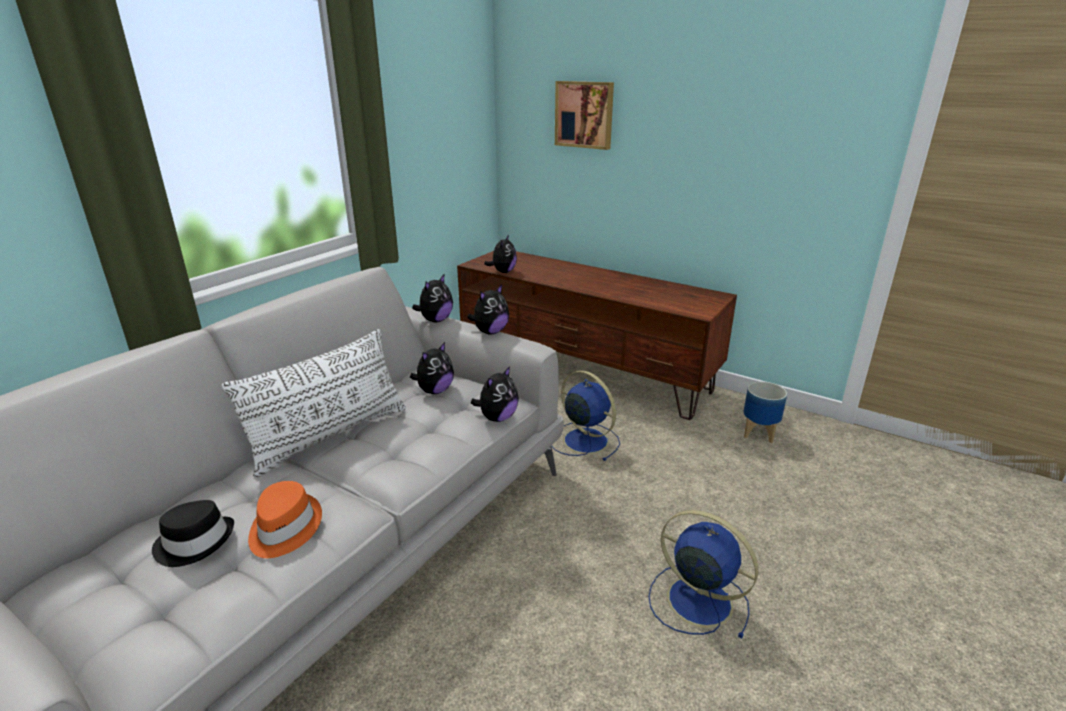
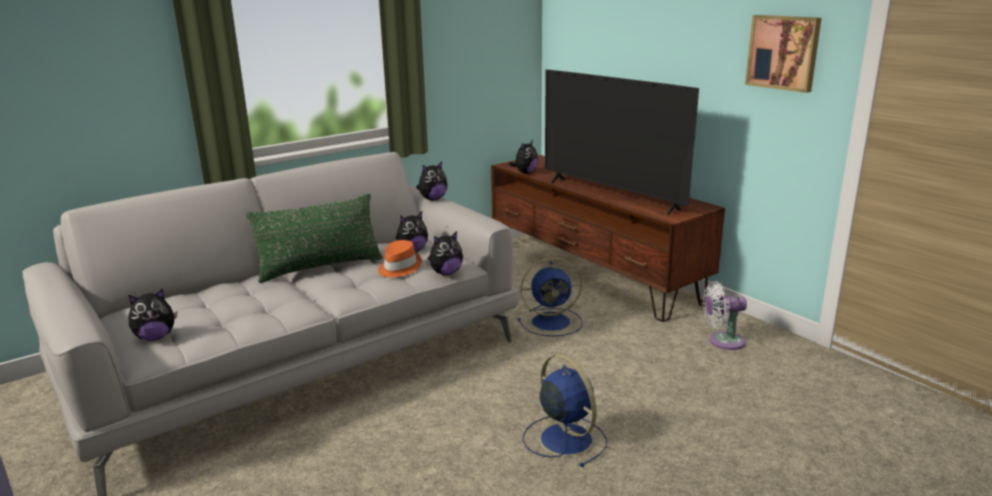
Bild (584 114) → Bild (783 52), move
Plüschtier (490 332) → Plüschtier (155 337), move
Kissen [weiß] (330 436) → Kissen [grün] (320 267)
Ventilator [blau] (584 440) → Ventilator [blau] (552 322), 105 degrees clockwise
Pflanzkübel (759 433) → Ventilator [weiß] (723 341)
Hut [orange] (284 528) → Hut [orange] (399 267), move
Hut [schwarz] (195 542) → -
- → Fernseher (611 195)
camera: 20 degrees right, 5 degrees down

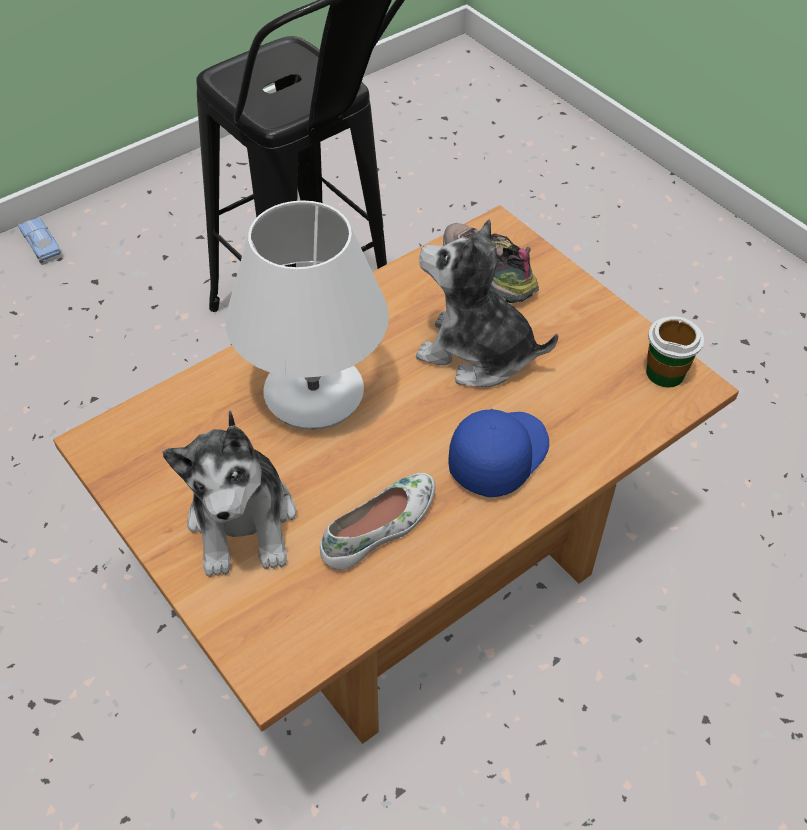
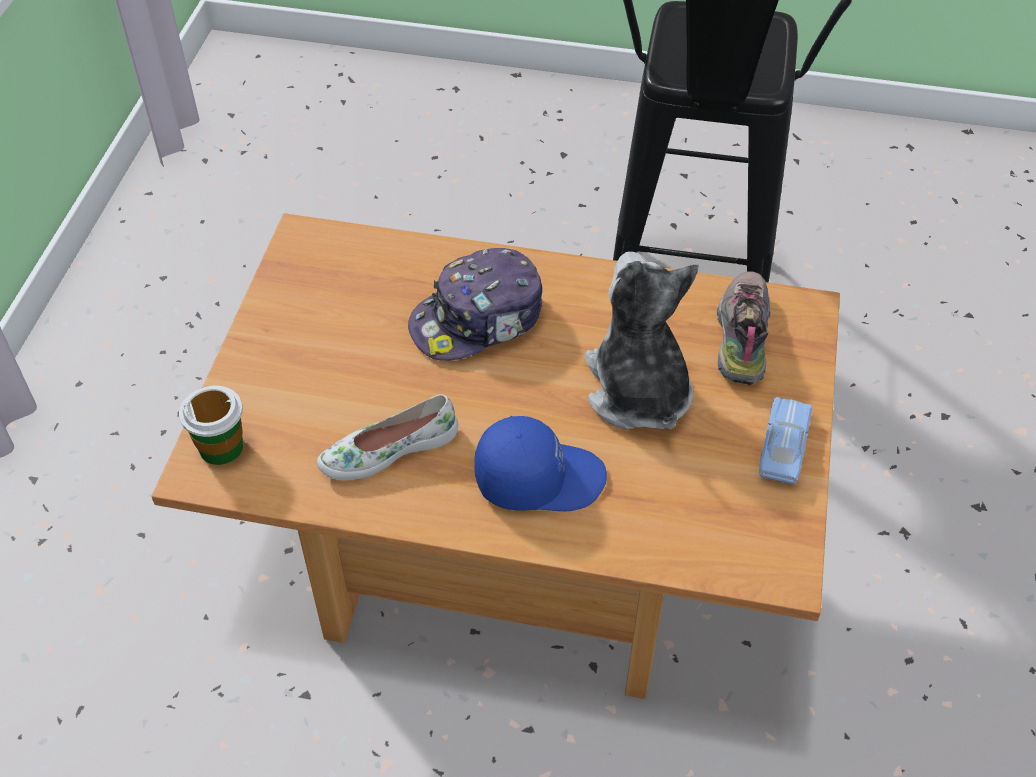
Tischlampe [weiß] (315 393) → Kappe (478 320)
Spielzeugauto [blau] (41 244) → Spielzeugauto [blau] (783 447), move
Tasse (665 372) → Tasse (221 447), move
Plüschtier (243 521) → -
Schuh [weiß] (381 527) → Schuh [weiß] (388 449), 150 degrees clockwise
camera: 50 degrees right, 0 degrees up

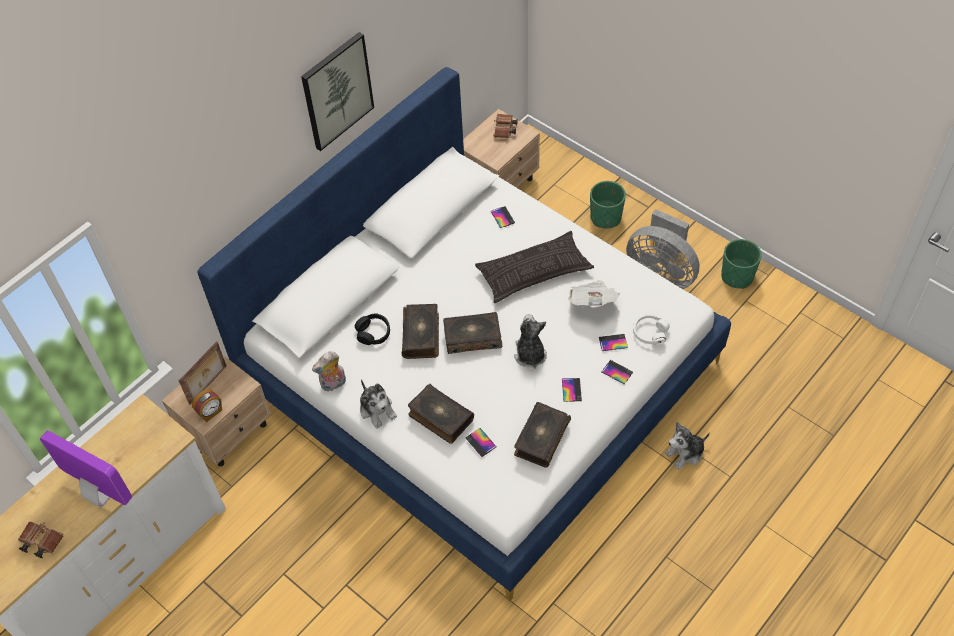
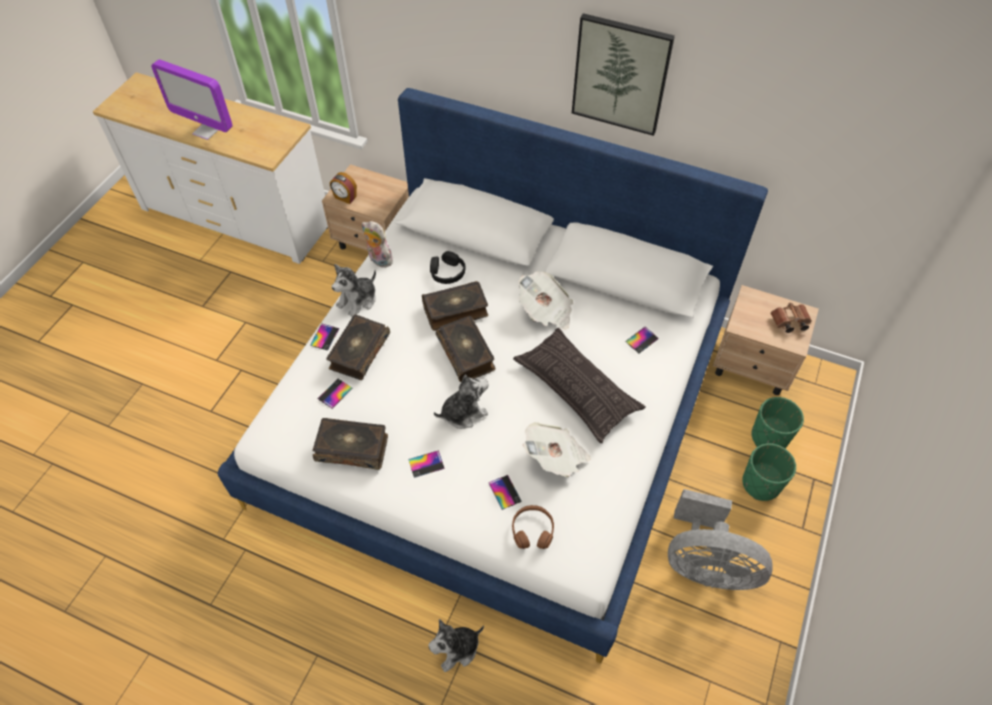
Ventilator [grau] (661 273) → Ventilator [grau] (706 565), 90 degrees counterclockwise
Pflanzkübel [grün] (737 276) → Pflanzkübel [grün] (769 437), move
Kopfhörer [weiß] (650 333) → Kopfhörer [braun] (532 530)
Bilderrahmen (208 385) → -
Handy (617 372) → Handy (324 337), move
Plüschtier (685 453) → Plüschtier (456 649), 75 degrees counterclockwise
Monitor (100 494) → Monitor (206 131), 105 degrees clockwise
Fernglas [braun] (40 542) → -
- → Zeitung (546 311)
camera: 70 degrees right, 0 degrees up

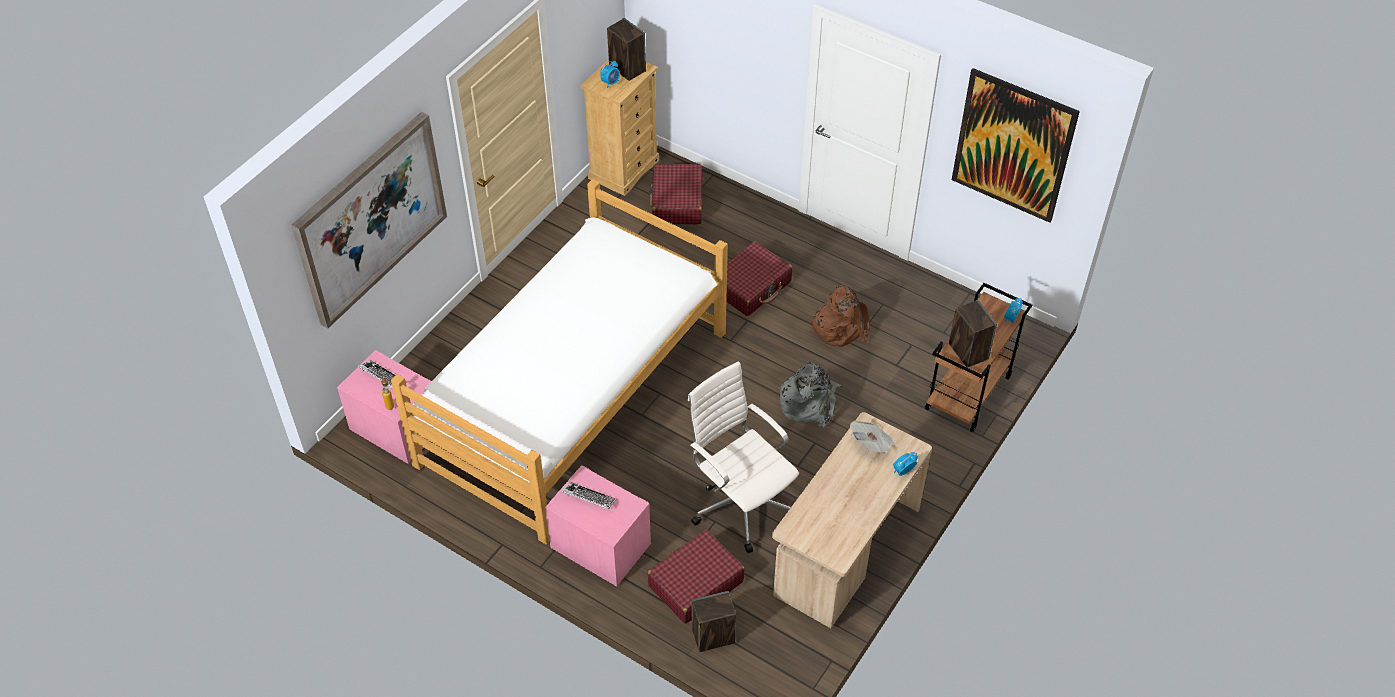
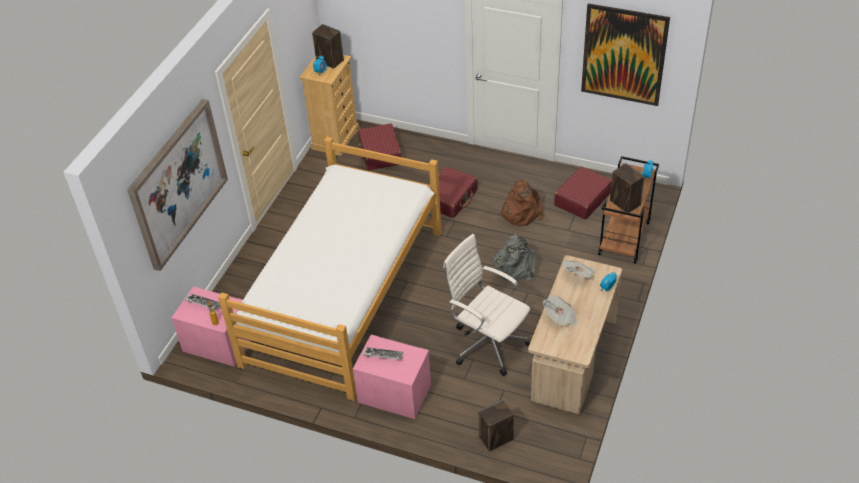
Koffer [rot] (695 583) → Koffer [rot] (582 199), move
- → Zeitung (560 318)
camera: 10 degrees left, 5 degrees down

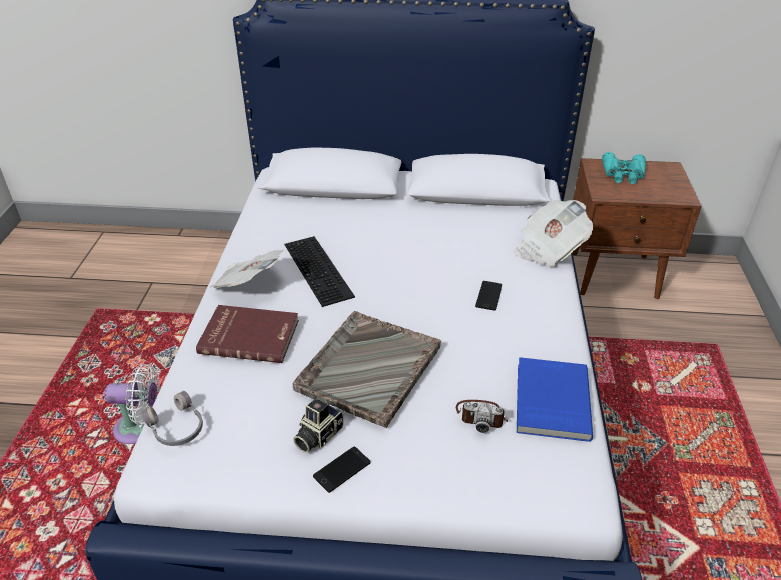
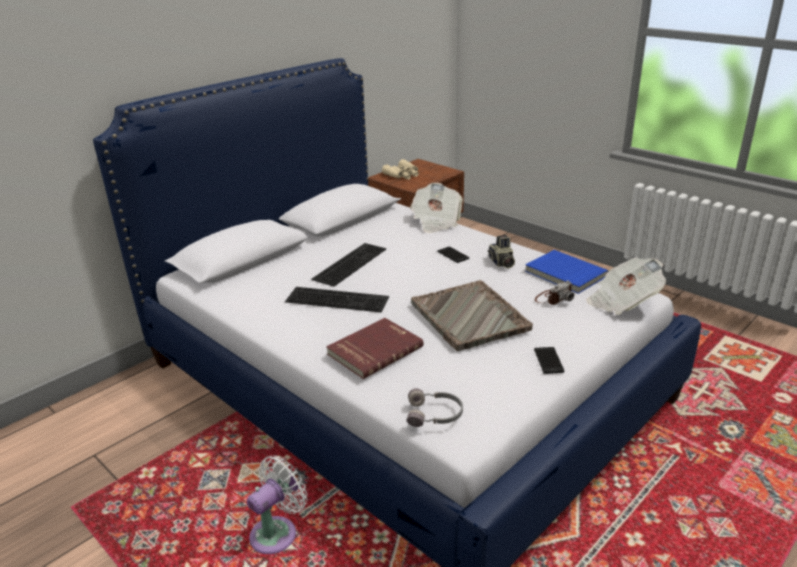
Fernglas [türkis] (623 174) → Fernglas [beige] (403 174)
Zeitung (249 284) → Zeitung (622 302), move
Kamera (317 436) → Kamera (501 263), move
- → Tastatur (349 263)
camera: 50 degrees left, 10 degrees down

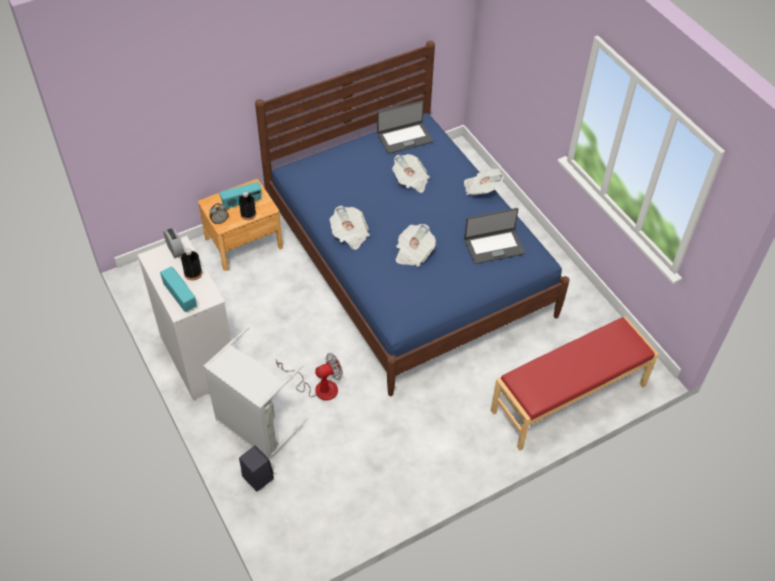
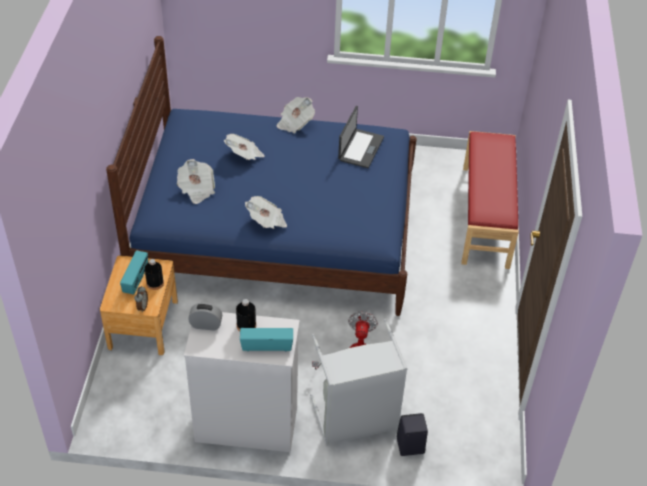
Laptop (404 138) → -
Zeitung (413 253) → Zeitung (196 189), move
camera: 55 degrees left, 5 degrees down

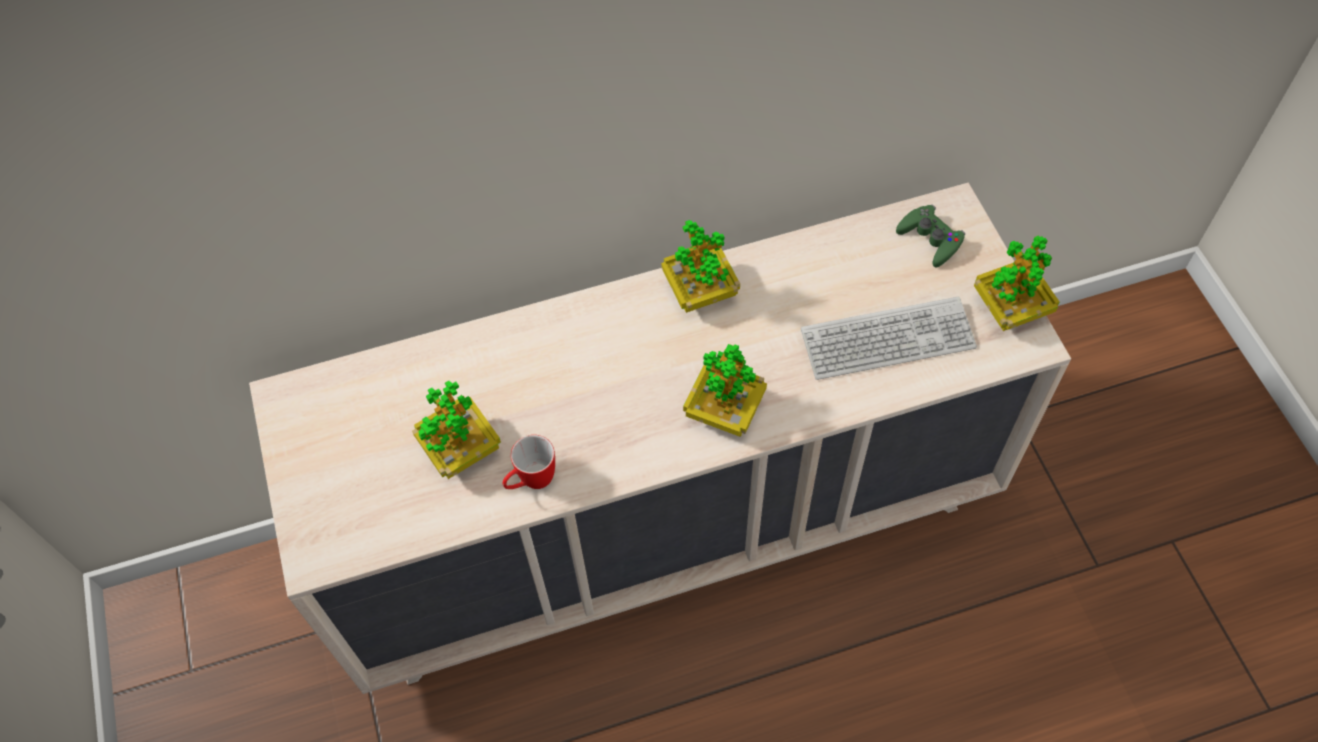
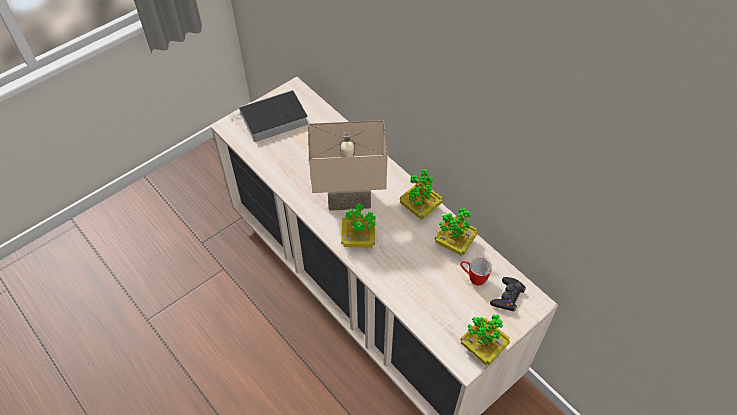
Gamepad [grün] (930 239) → Gamepad [schwarz] (507 296)
Tastatur (887 340) → -
Topfpflanze (461 449) → Topfpflanze (454 243), move
Henkelbecher (531 482) → Henkelbecher (473 278), move
- → Buch (272 120)
- → Tischlampe [beige] (349 197)
camera: 65 degrees right, 5 degrees down

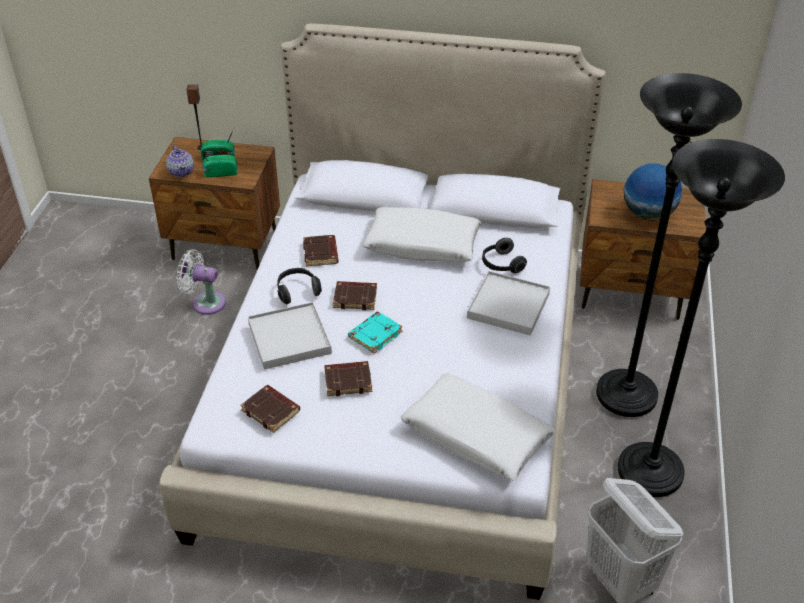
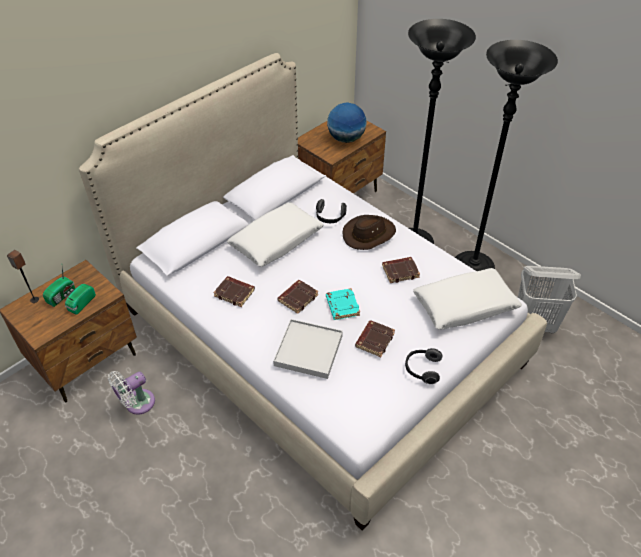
Teekanne (181 171) → -
Kopfhörer (297 291) → Kopfhörer (422 369), move
Tablett [weiß] (508 306) → Hut [braun] (369 234)
Buch [braun] (271 411) → Buch [braun] (400 271), move
camera: 55 degrees left, 5 degrees up

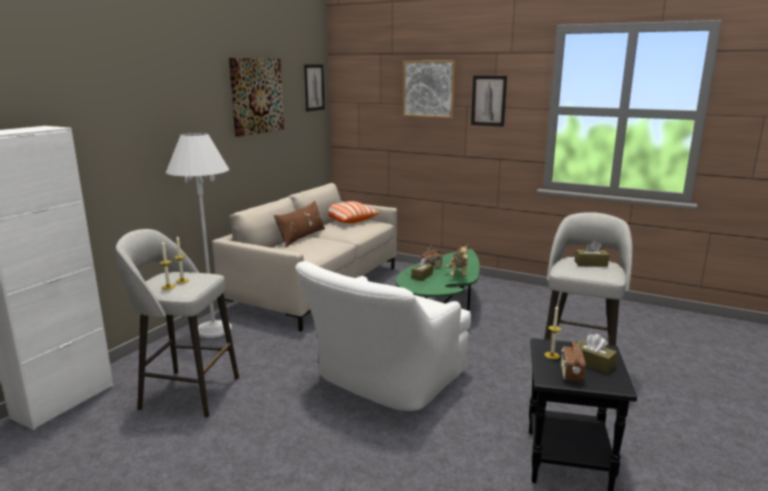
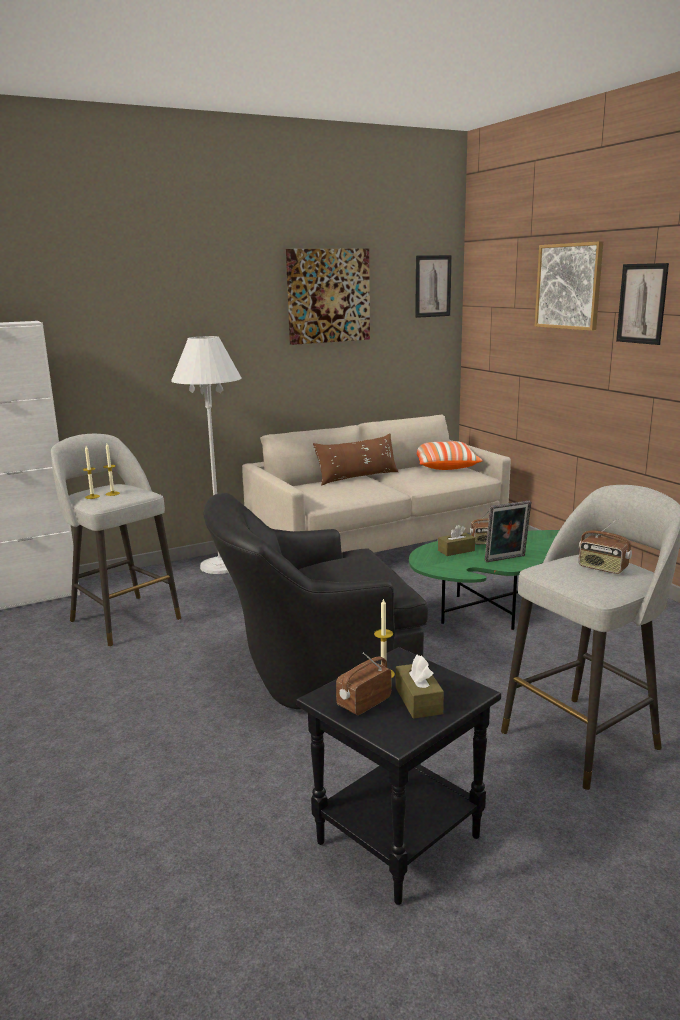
Taschentuchbox [braun] (590 264) → Radio (602 568)
Plüschtier (458 275) → Bilderrahmen (506 559)
Sessel [weiß] (384 380) → Sessel [schwarz] (312 666)
camera: 35 degrees right, 0 degrees up

